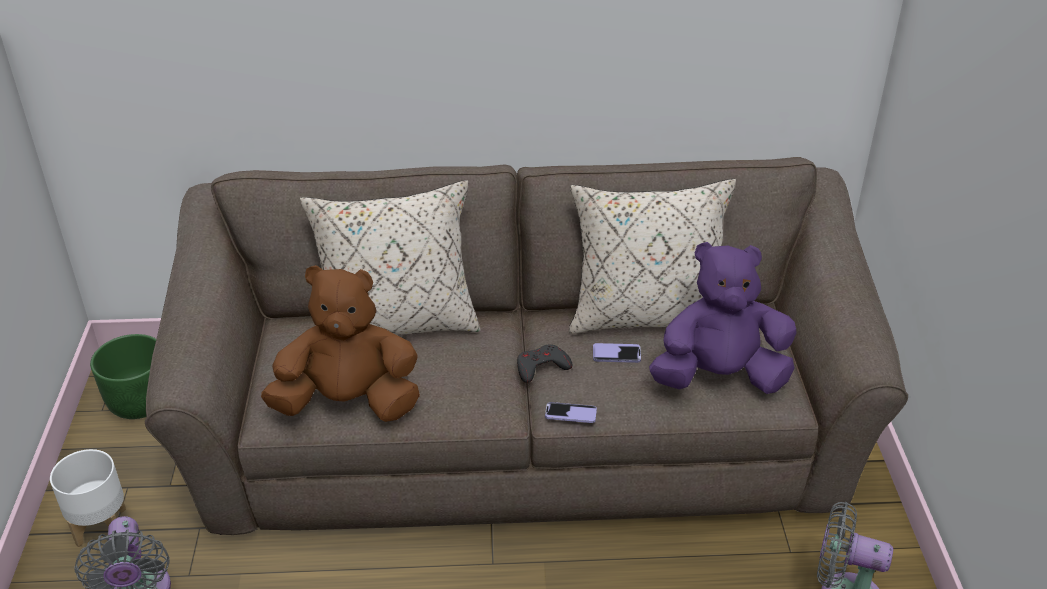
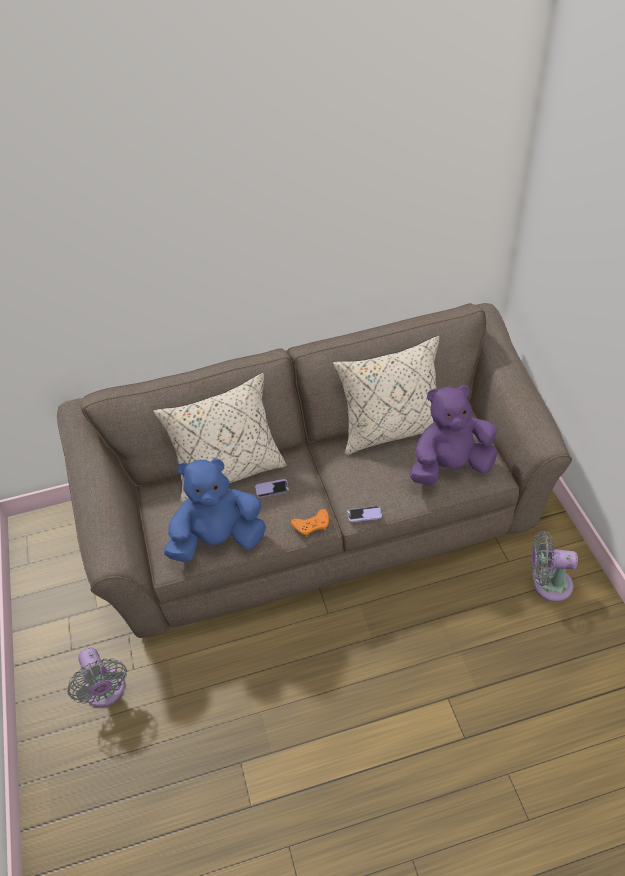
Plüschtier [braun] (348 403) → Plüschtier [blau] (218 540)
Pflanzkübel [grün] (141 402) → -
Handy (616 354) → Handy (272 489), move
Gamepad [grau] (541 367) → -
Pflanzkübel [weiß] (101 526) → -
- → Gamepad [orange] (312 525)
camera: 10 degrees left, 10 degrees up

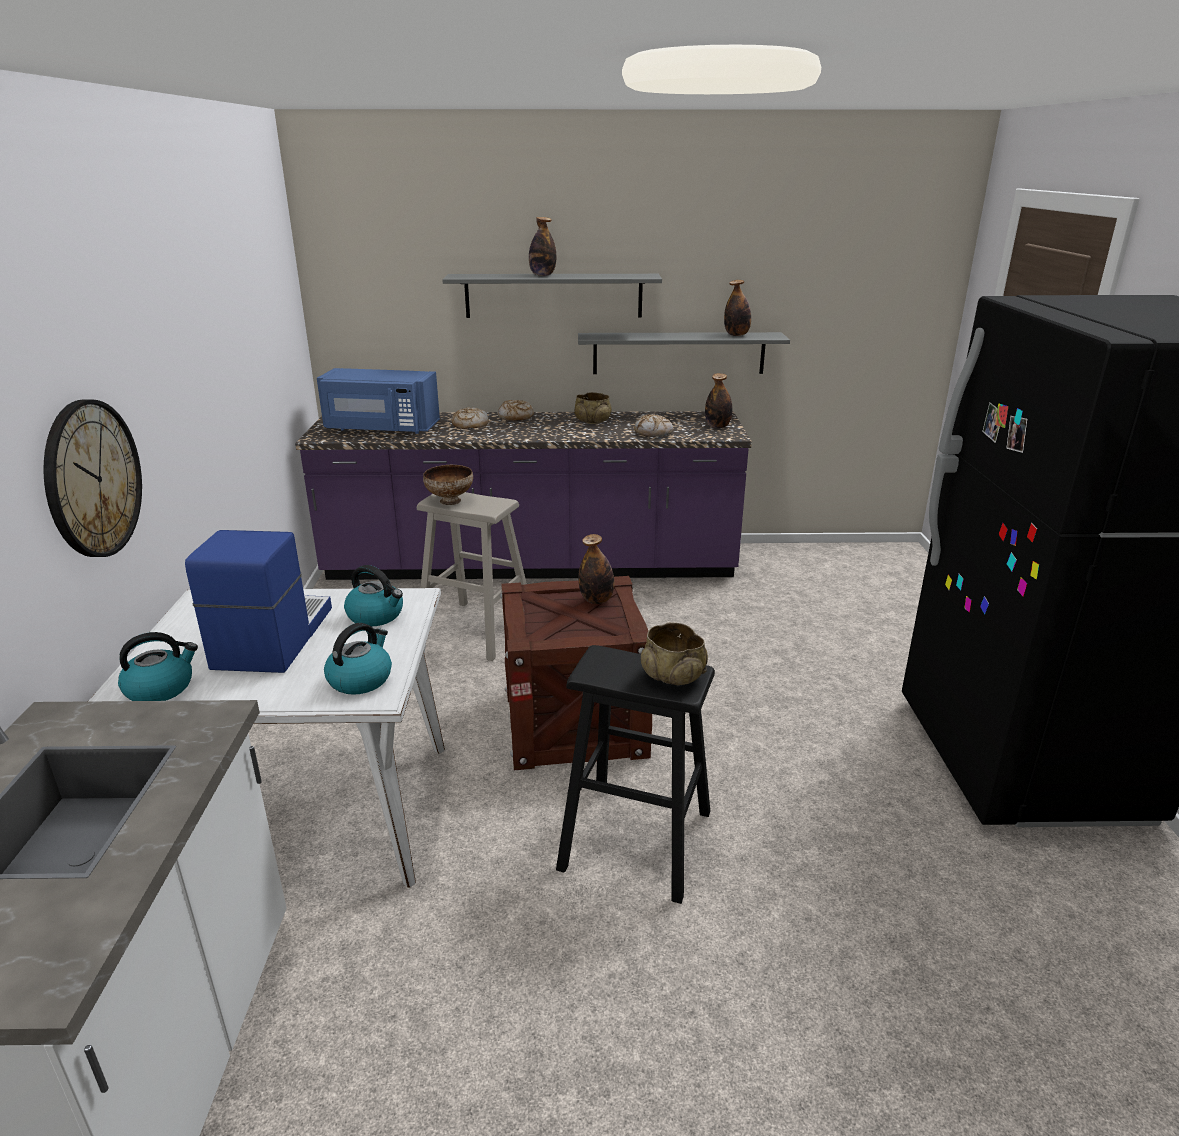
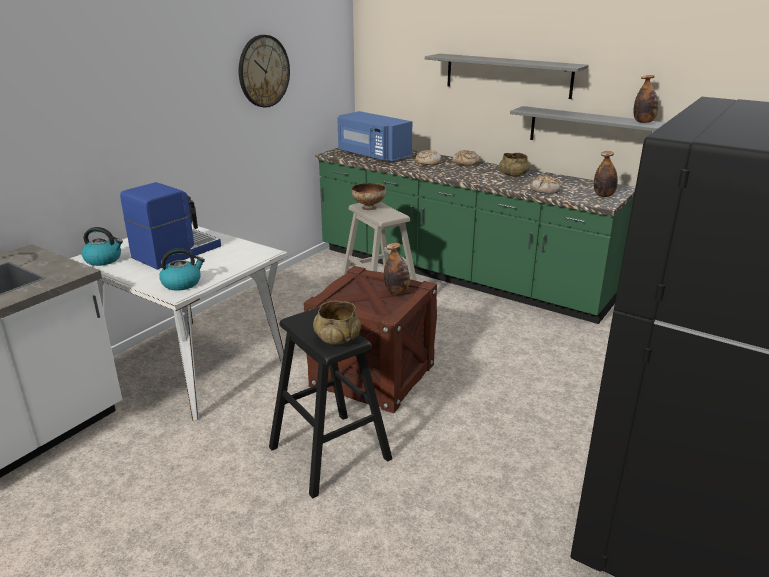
Flasche (542 275) → -
Wanduhr (92 479) → Wanduhr (263 71), move
Küchenzeile [lila] (531 566) → Küchenzeile [grün] (458 275)
Wasserkessel (376 615) → -
camera: 35 degrees right, 0 degrees up

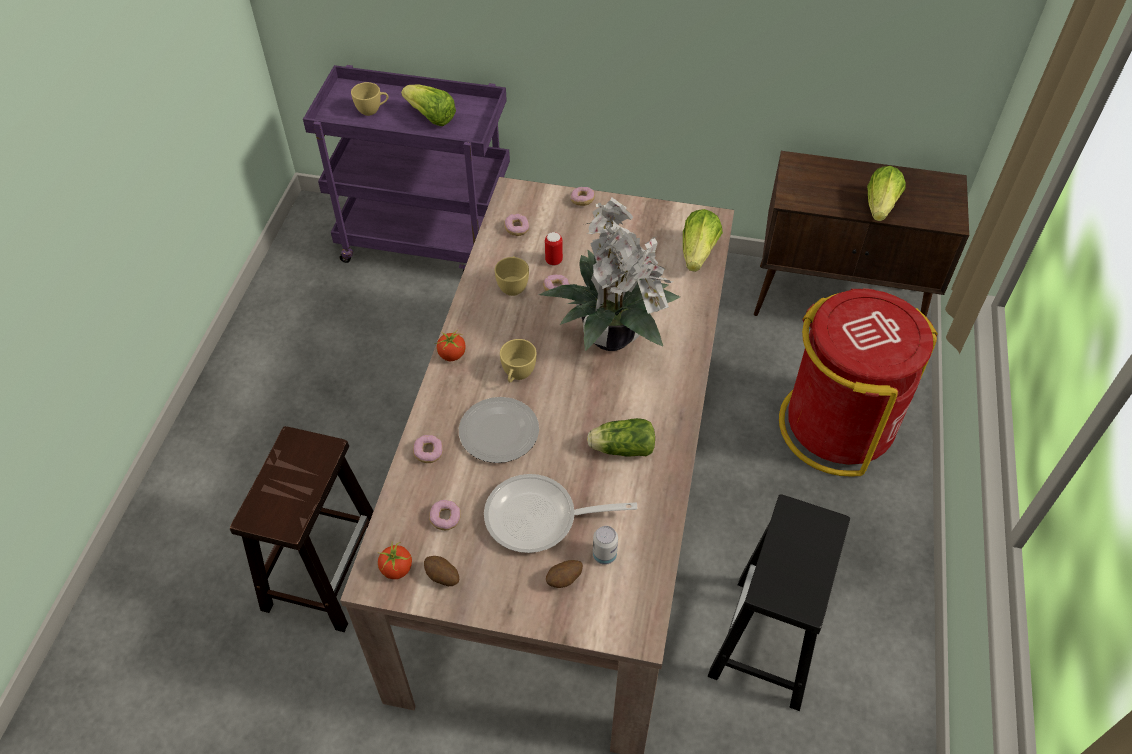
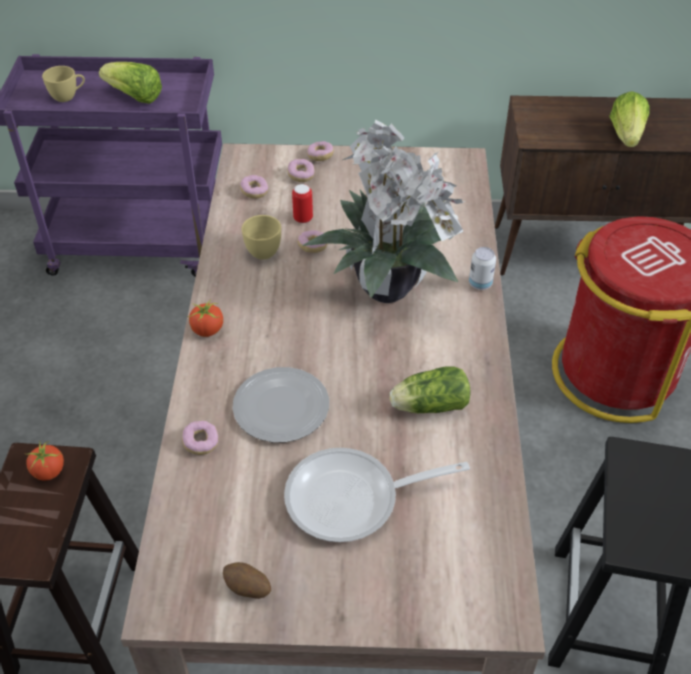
Salatkopf (698 253) → -
Tasse [gelb] (517 375) → -
Donut (445 519) → Donut (301 175), move
Dose (604 555) → Dose (480 284), move
Tomate (397 569) → Tomate (49 472), move
Kartoffel (564 580) → -
camera: 10 degrees left, 5 degrees down

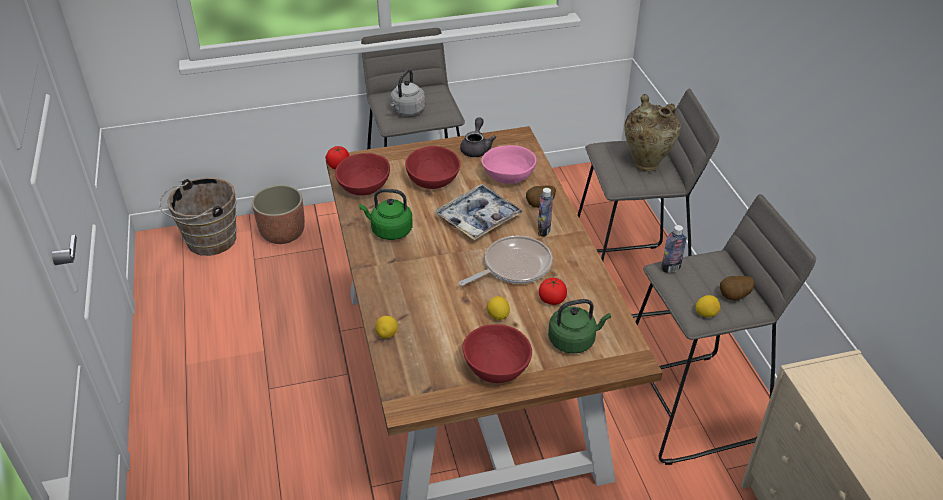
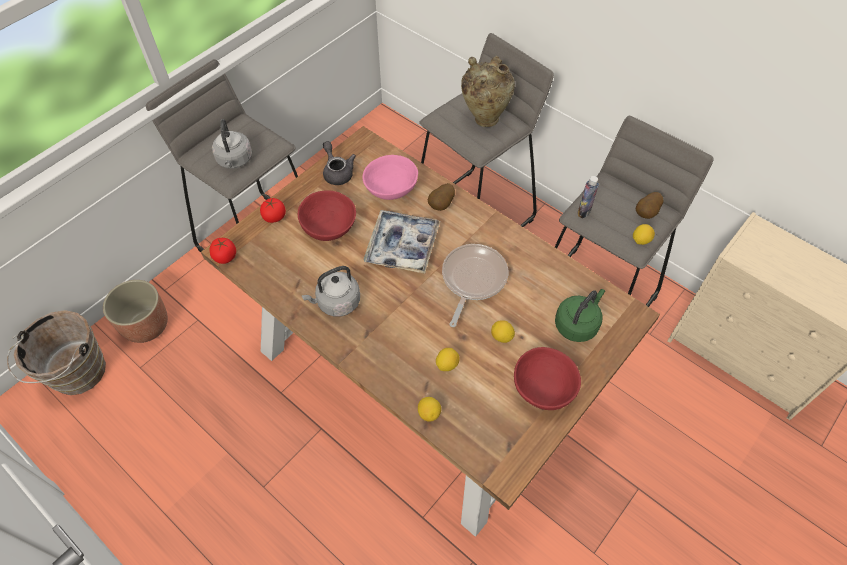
Schüssel [rot] (364 187) → -
Flasche (544 230) → -
Wasserkessel [grün] (389 231) → Wasserkessel [grau] (336 303)
Tomate (552 299) → Tomate (274 217), move
- → Zitrone (447 364)
camera: 35 degrees left, 15 degrees up

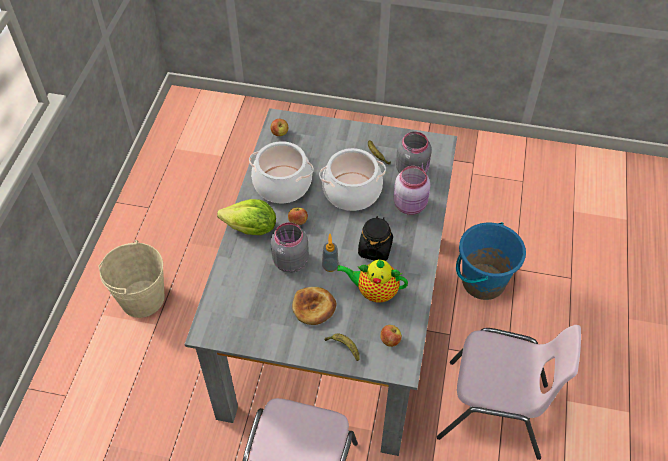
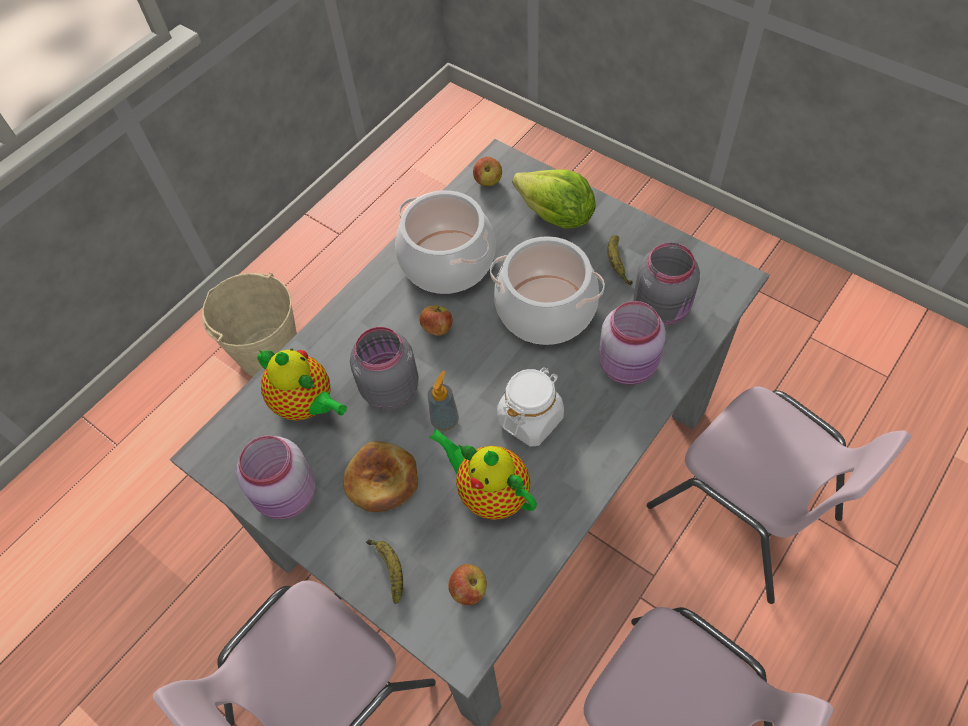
Salatkopf (251 229) → Salatkopf (556 216), move
Vorratsglas [schwarz] (375 249) → Vorratsglas [weiß] (530 419)
Eimer [blau] (482 282) → Stuhl [rosa] (746 513)
- → Teekanne (307 405)
- → Vorratsglas [rosa] (288 496)
camera: 30 degrees right, 5 degrees up

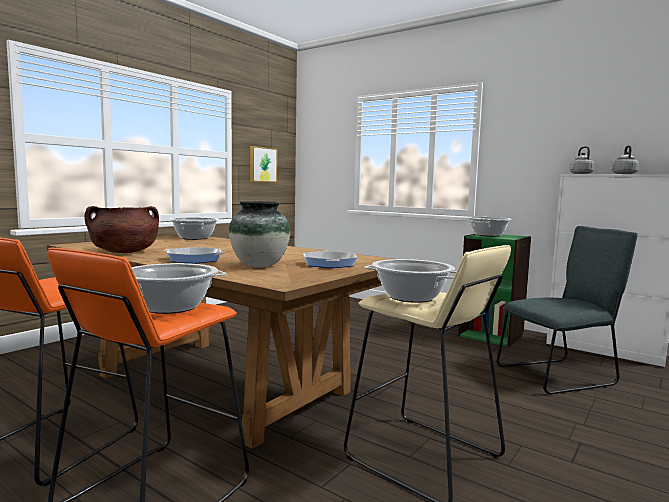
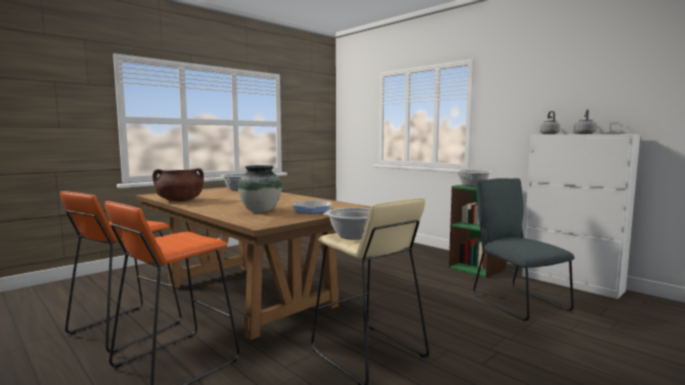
Bild (262 164) → -
Stuhl [grau] (560 375) → Stuhl [grau] (516 301), 105 degrees counterclockwise
Pfanne (194 259) → -
Kochtopf (170 307) → -
camera: 10 degrees right, 0 degrees up

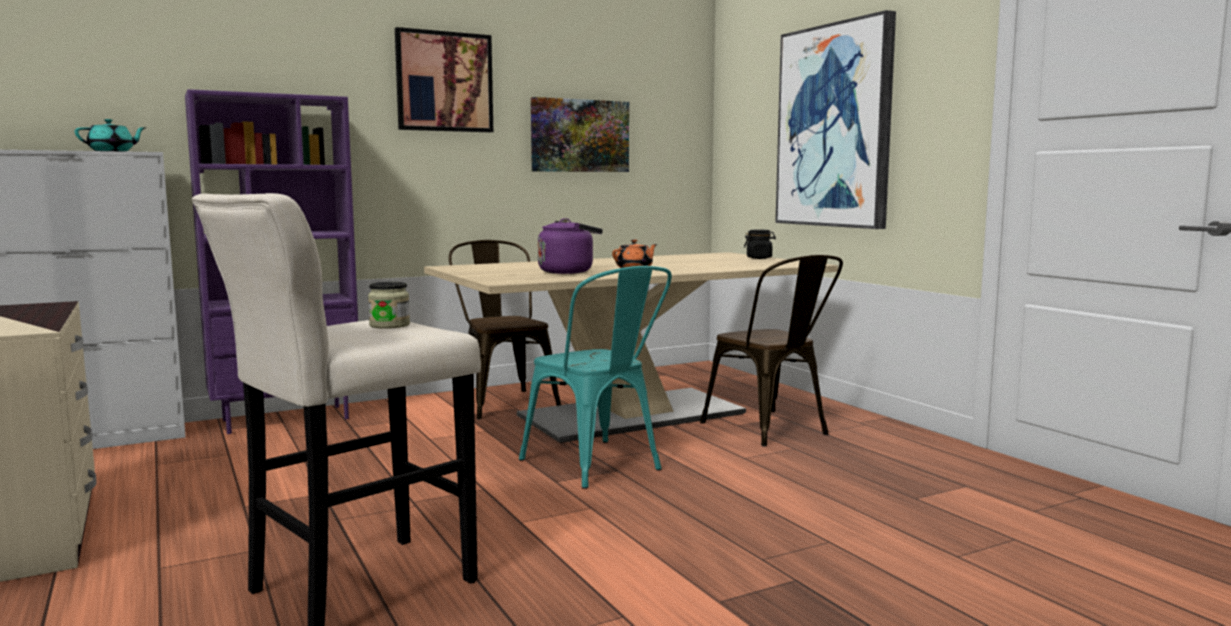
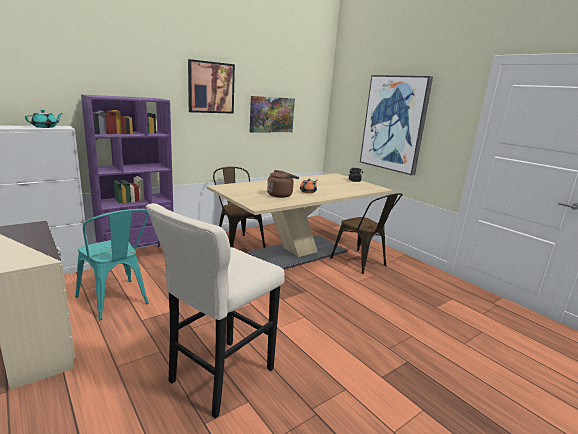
Wasserkessel [lila] (569 272) → Wasserkessel [braun] (281 195)
Stuhl [türkis] (598 467) → Stuhl [türkis] (116 301), move
Vorratsglas (389 325) → -
camera: 10 degrees left, 10 degrees up

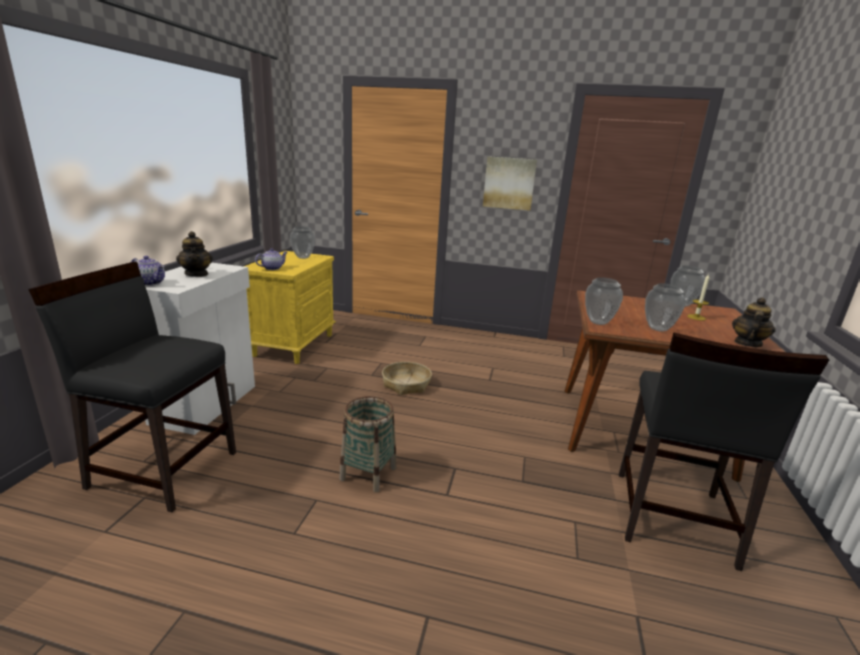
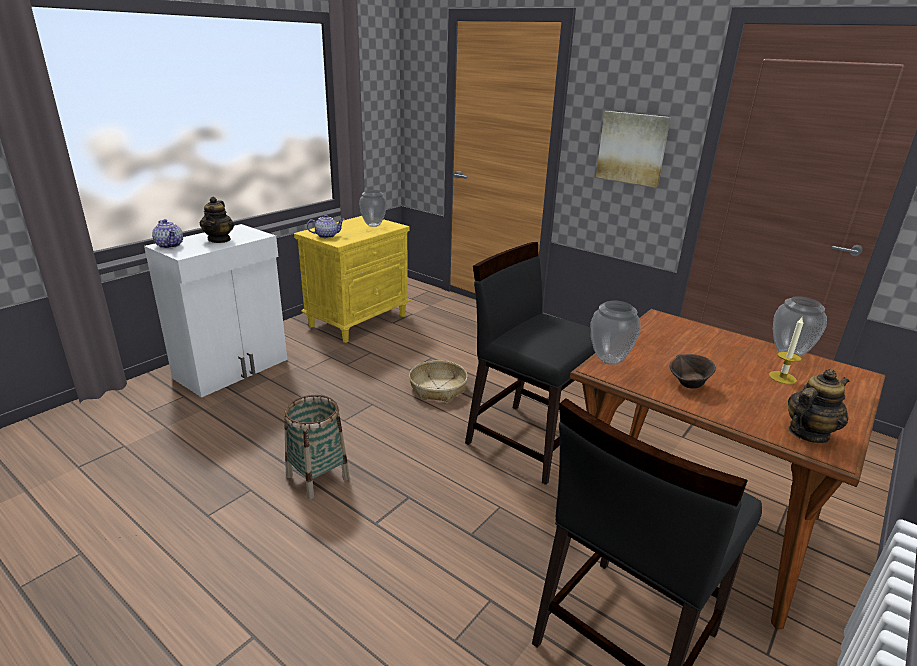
Stuhl [schwarz] (163 468) → Stuhl [schwarz] (528 440), move
Vase (658 329) → Schüssel [braun] (688 384)
camera: 25 degrees right, 5 degrees up

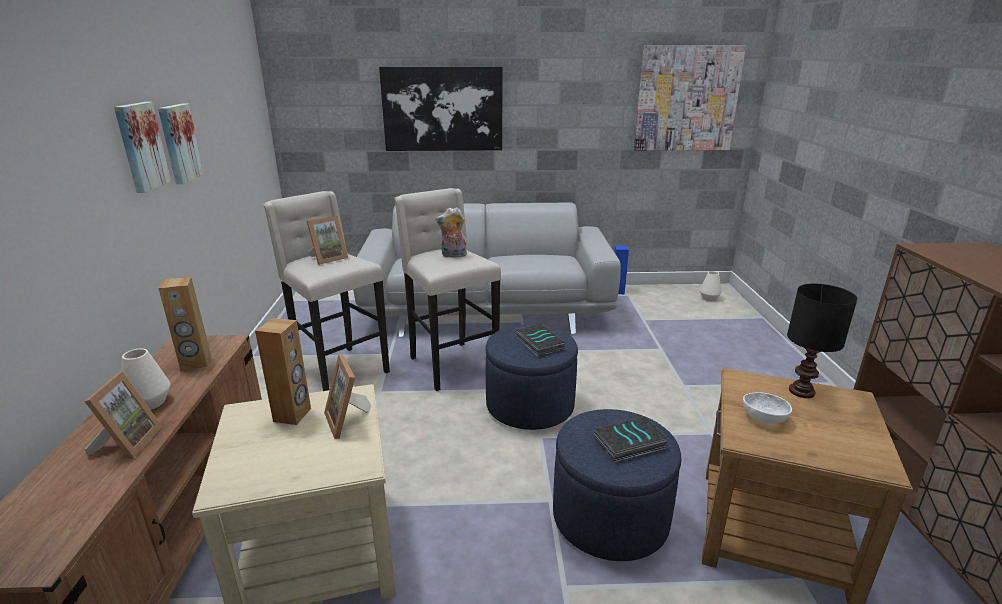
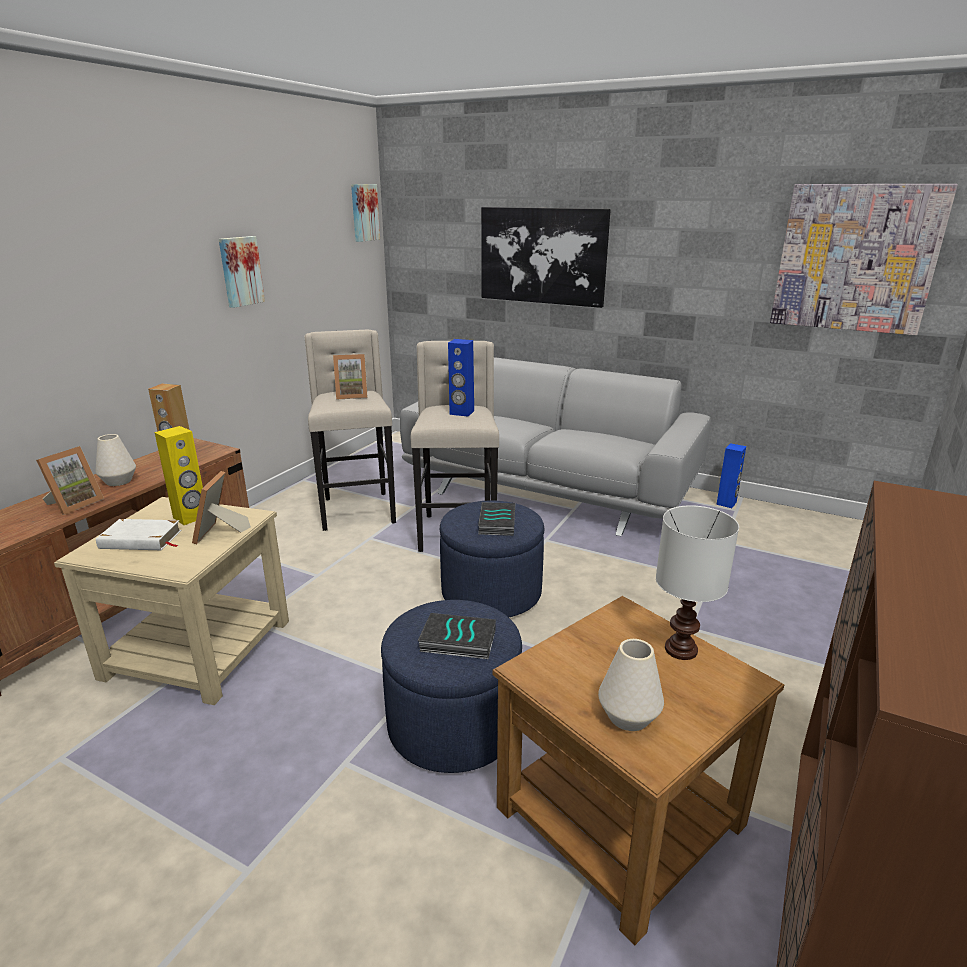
Bild (140 146) → Bild (364 212), move
Plüschtier (453 255) → Lautsprecher [blau] (461 413)
Vase [weiß] (709 298) → Vase [weiß] (629 716), move
Tischlampe [schwarz] (800 391) → Tischlampe [weiß] (680 649)
Lautsprecher [braun] (293 415) → Lautsprecher [gelb] (191 517)
Schüssel [weiß] (763 417) → -
- → Buch [weiß] (141 540)
camera: 30 degrees right, 0 degrees up

